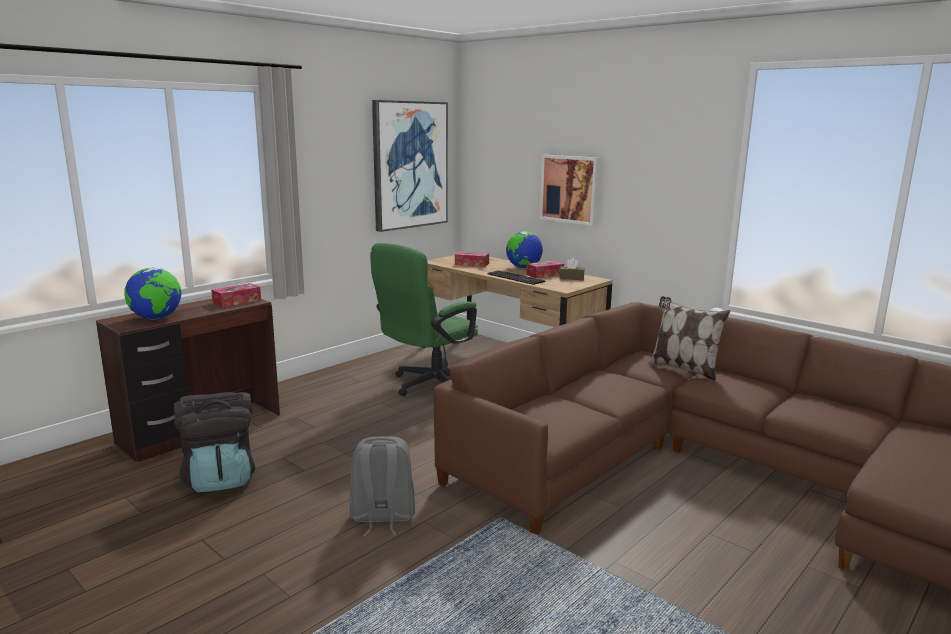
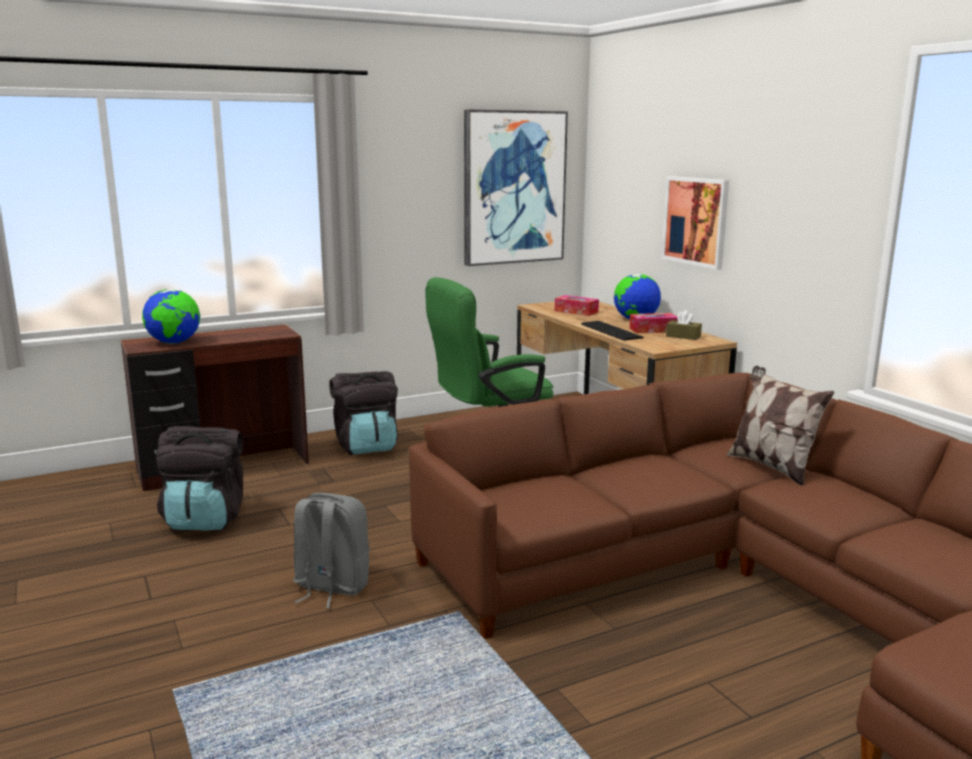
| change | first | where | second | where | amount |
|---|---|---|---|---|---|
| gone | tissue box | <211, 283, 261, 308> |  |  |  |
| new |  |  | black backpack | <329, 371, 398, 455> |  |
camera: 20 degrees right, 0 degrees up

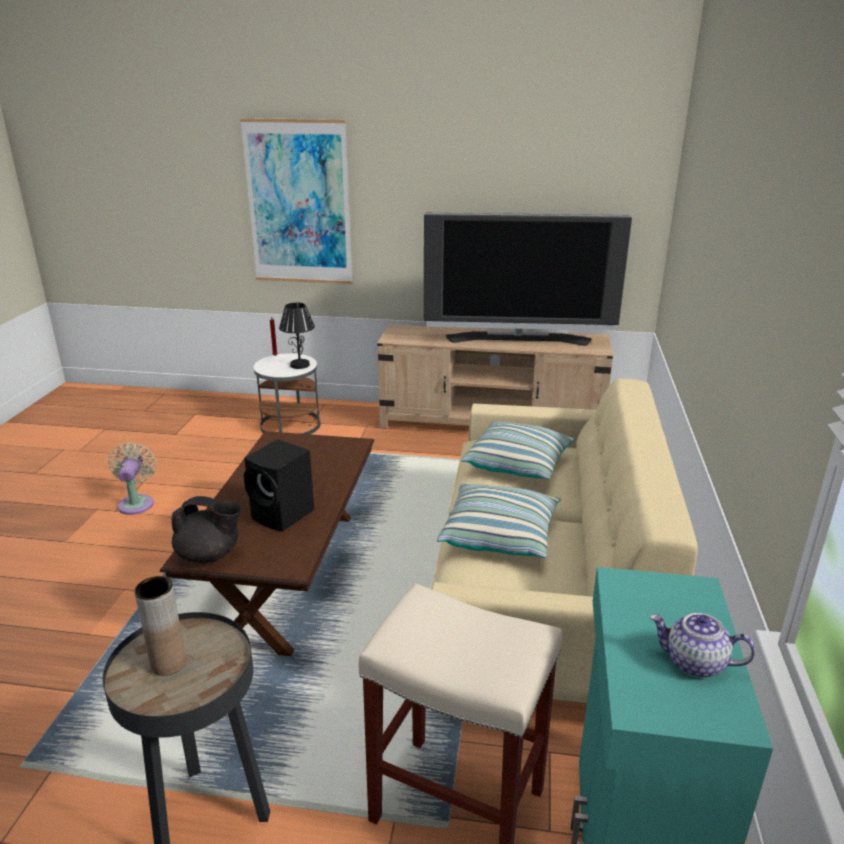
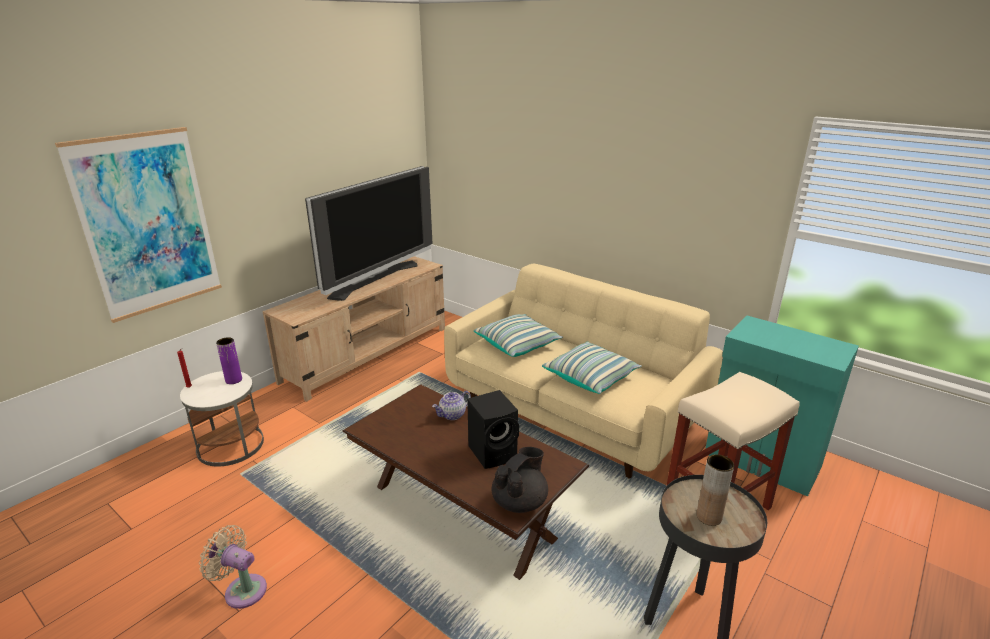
| change | first | where | second | where | amount |
|---|---|---|---|---|---|
| swapped | black table lamp | <279, 303, 315, 369> | purple vase | <216, 337, 242, 384> |  |
| shifted | teapot | <650, 613, 755, 678> |  | <432, 391, 471, 420> |  |
camera: 60 degrees left, 0 degrees up

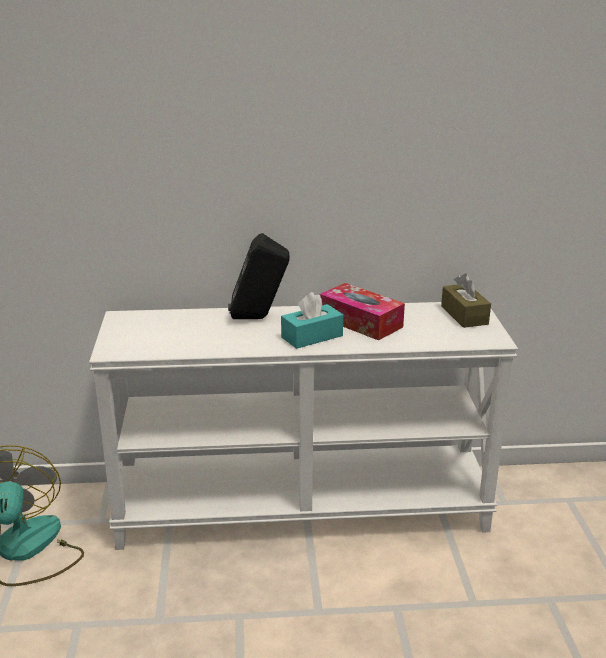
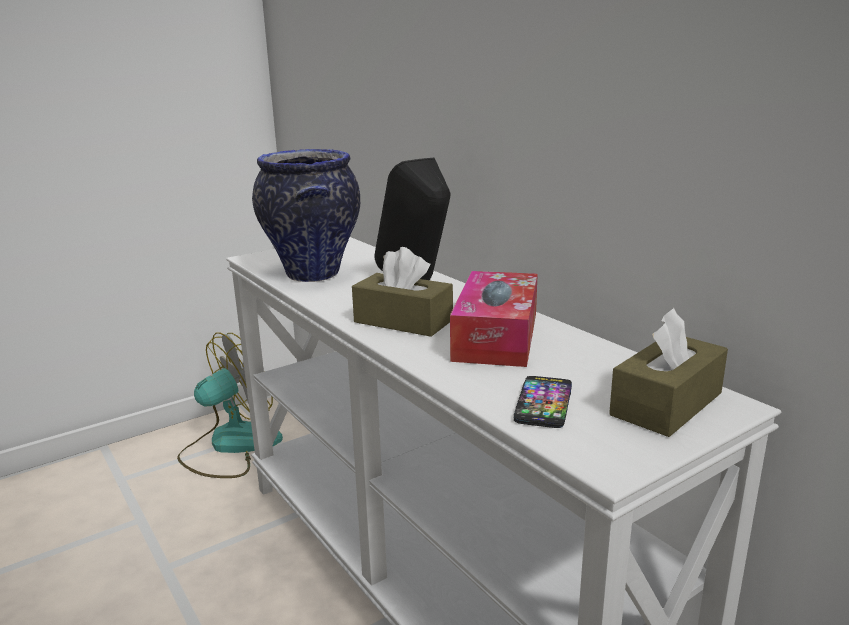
| change | first | where | second | where | amount |
|---|---|---|---|---|---|
| repainted | turquoise tissue box | <281, 292, 343, 349> | brown tissue box | <352, 247, 453, 337> |  |
| new |  |  | vase | <252, 149, 360, 282> |  |
| new |  |  | phone | <514, 376, 572, 428> |  |
camera: 60 degrees right, 5 degrees down

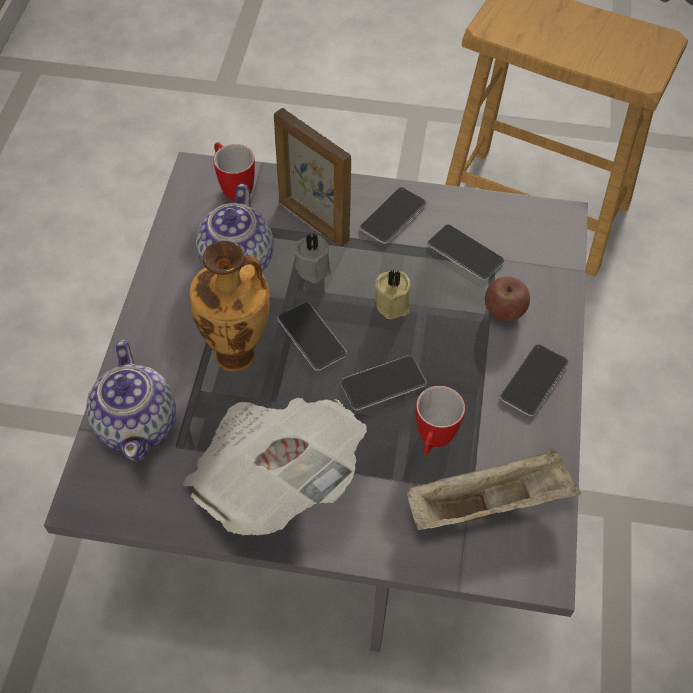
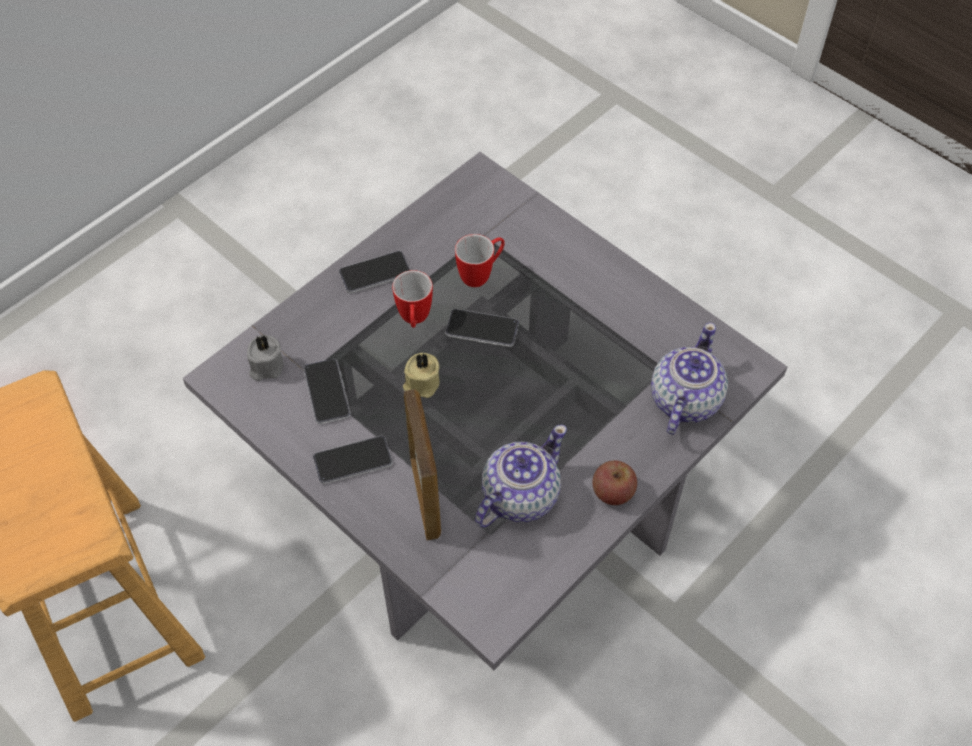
| change | first | where | second | where | amount |
|---|---|---|---|---|---|
| gone | newspaper | <182, 397, 367, 535> |  |  |  |
| gone | vase | <189, 241, 270, 372> |  |  |  |
| shifted | mug | <213, 142, 255, 201> |  | <392, 270, 433, 328> |  |
| gone | phone | <278, 302, 347, 371> |  |  |  |
| shifted | grey candle | <294, 233, 331, 283> |  | <247, 335, 284, 381> |  |
| gone | beige tray | <407, 448, 581, 530> |  |  |  |
| shifted | apple | <485, 277, 530, 321> |  | <592, 461, 637, 505> |  |
camera: 145 degrees left, 0 degrees up

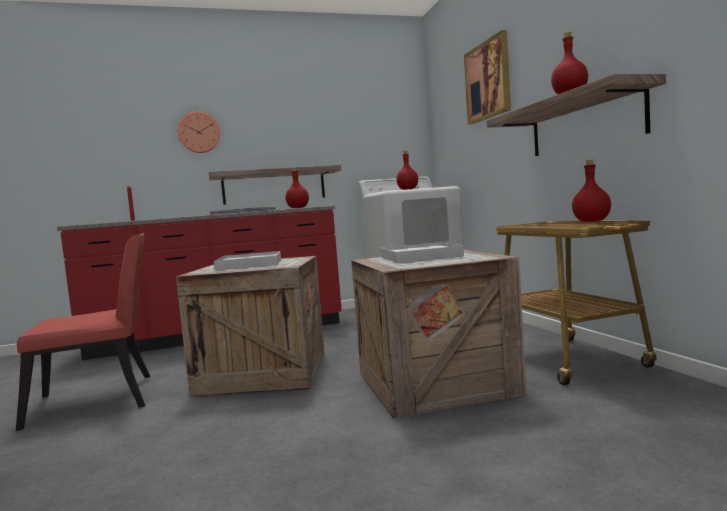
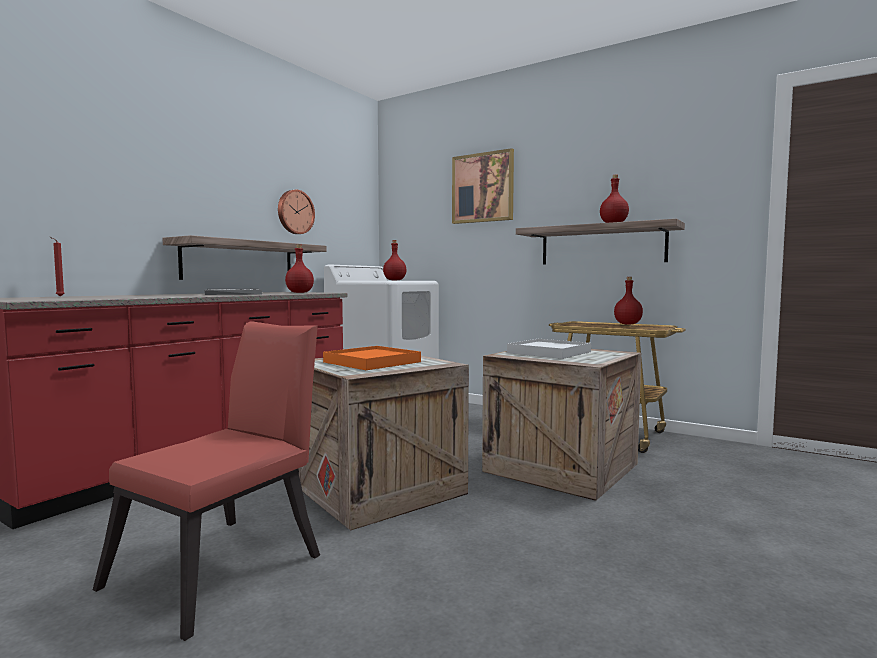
| change | first | where | second | where | amount |
|---|---|---|---|---|---|
| shifted | wall clock | <178, 112, 220, 153> |  | <278, 190, 315, 234> |  |
| repainted | white tray | <214, 251, 281, 270> | orange tray | <323, 346, 421, 370> |  |
camera: 40 degrees left, 0 degrees up

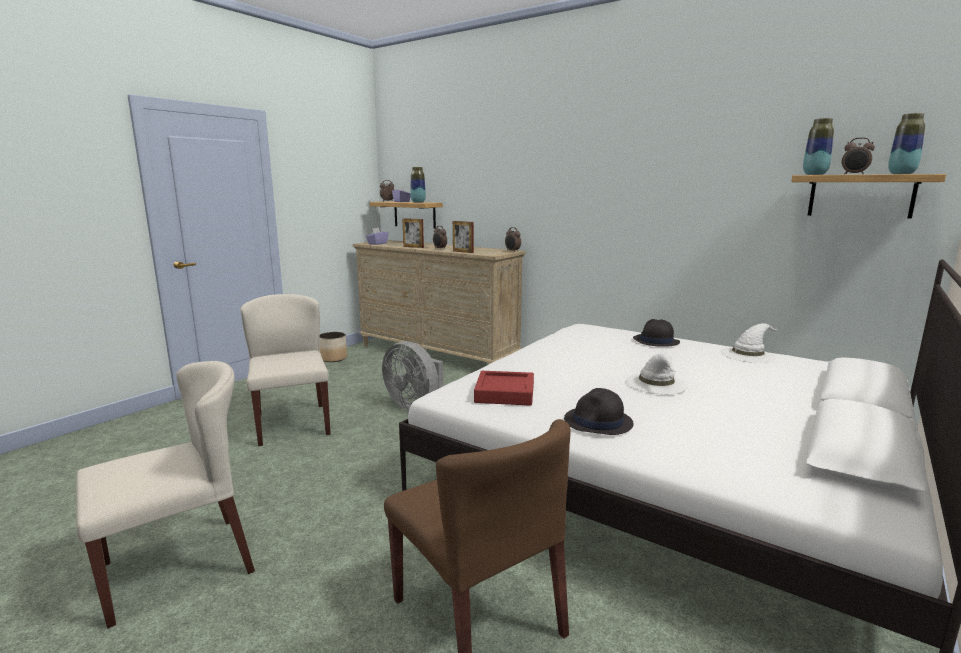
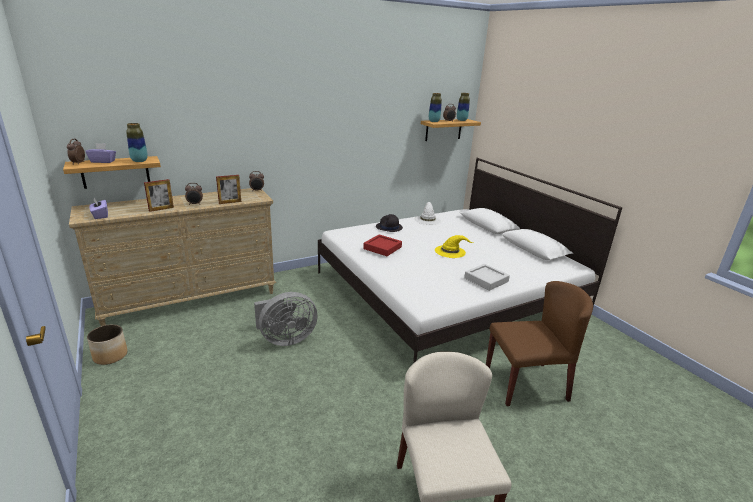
| change | first | where | second | where | amount |
|---|---|---|---|---|---|
| gone | beige chair | <240, 294, 331, 446> |  |  |  |
| shifted | red tray | <474, 371, 534, 406> |  | <363, 234, 402, 256> |  |
| swapped | black hat | <564, 388, 634, 435> | grey tray | <464, 264, 510, 291> |  |
| repainted | white hat | <626, 353, 688, 394> | yellow hat | <435, 235, 473, 258> |  |
camera: 65 degrees left, 10 degrees up

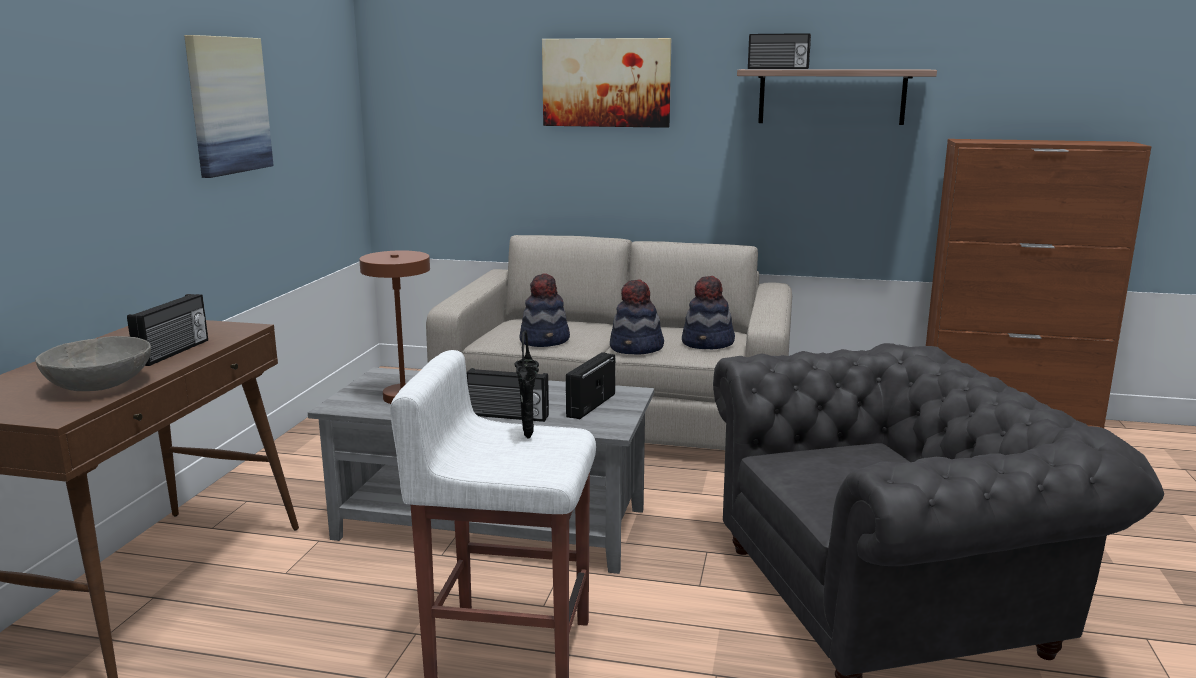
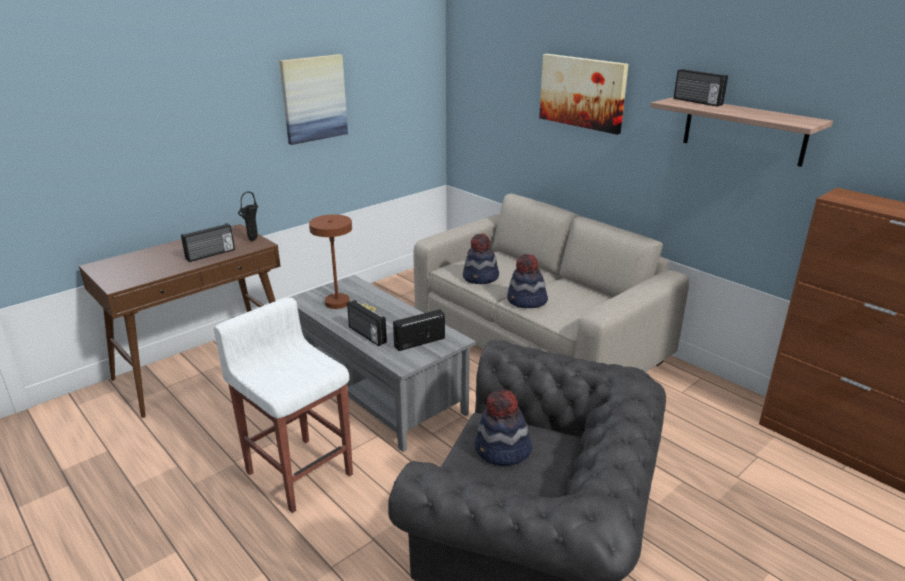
| change | first | where | second | where | amount |
|---|---|---|---|---|---|
| gone | grey bowl | <35, 336, 151, 391> |  |  |  |
| shifted | black vase | <514, 331, 539, 439> |  | <238, 191, 258, 241> |  |
| shifted | hat | <682, 276, 735, 349> |  | <475, 389, 532, 466> |  |
camera: 35 degrees right, 10 degrees up

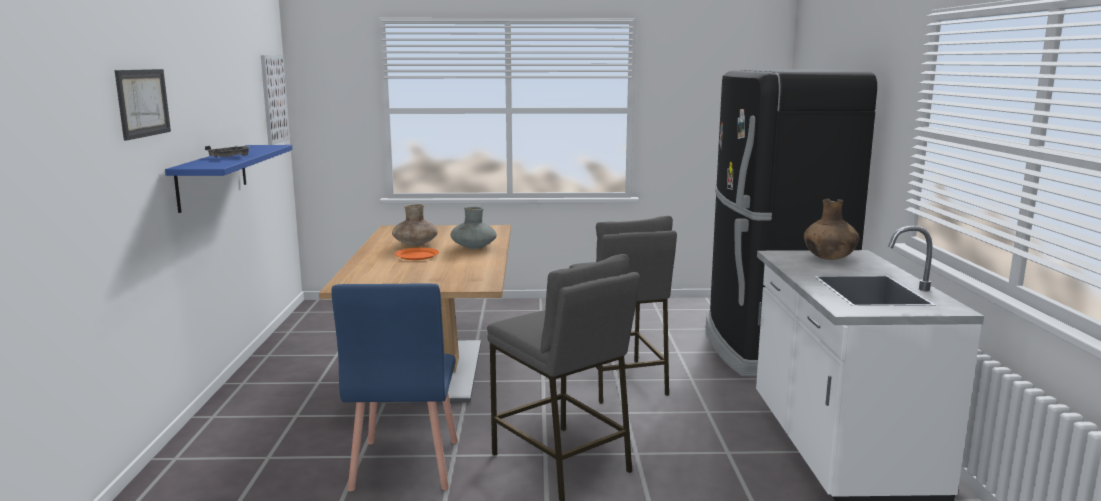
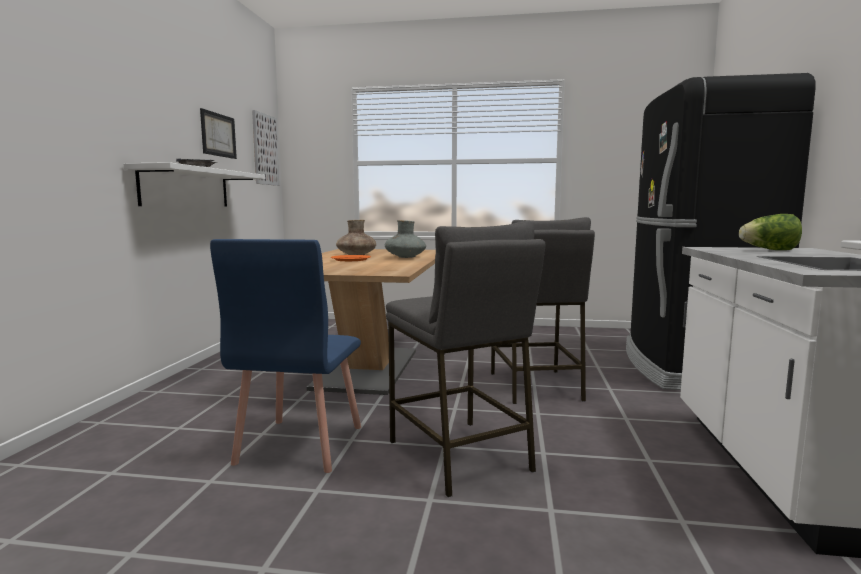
| change | first | where | second | where | amount |
|---|---|---|---|---|---|
| shifted | picture | <115, 69, 171, 140> |  | <200, 108, 237, 159> |  |
| repainted | blue shelf | <165, 145, 293, 213> | white shelf | <123, 162, 265, 206> |  |
| swapped | brown vase | <804, 199, 860, 260> | lettuce | <739, 214, 802, 250> |  |
camera: 10 degrees right, 5 degrees down

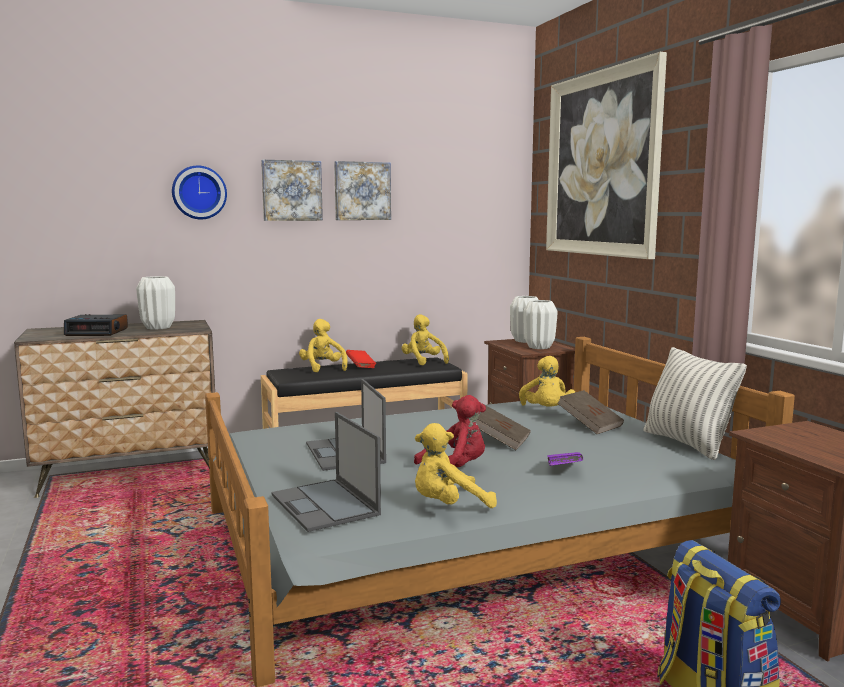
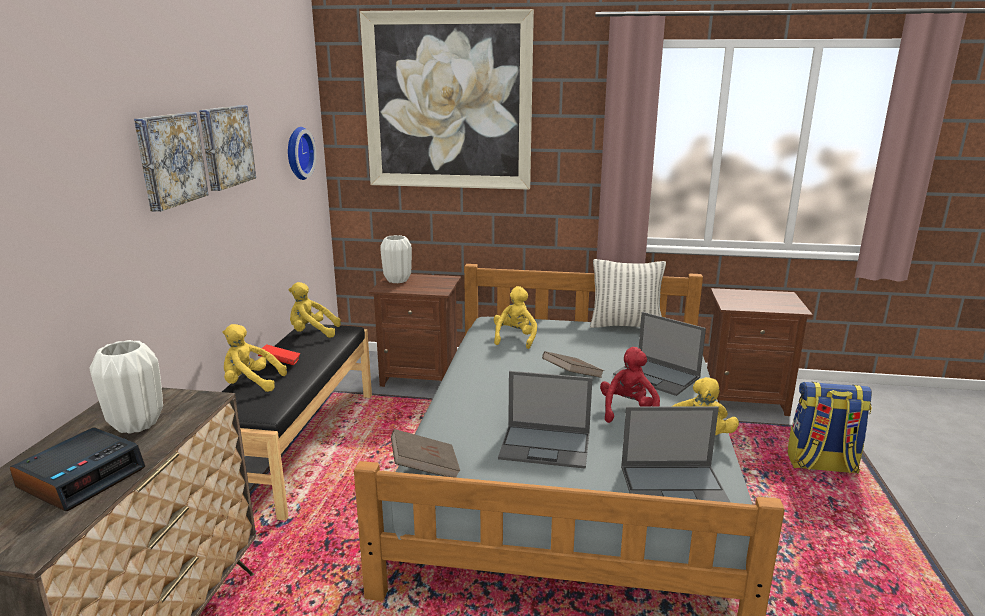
| change | first | where | second | where | amount |
|---|---|---|---|---|---|
| shifted | wall clock | <172, 166, 227, 220> |  | <288, 127, 316, 180> |  |
| rotated | yellow plush toy | <519, 356, 575, 407> |  | <494, 286, 537, 349> | 105 degrees counterclockwise |
| gone | white vase | <524, 300, 558, 349> |  |  |  |
| swapped | purple book | <548, 452, 583, 466> | laptop | <613, 312, 706, 396> |  |
| shifted | brown book | <557, 390, 624, 434> |  | <391, 429, 460, 478> |  |
camera: 60 degrees left, 10 degrees up

